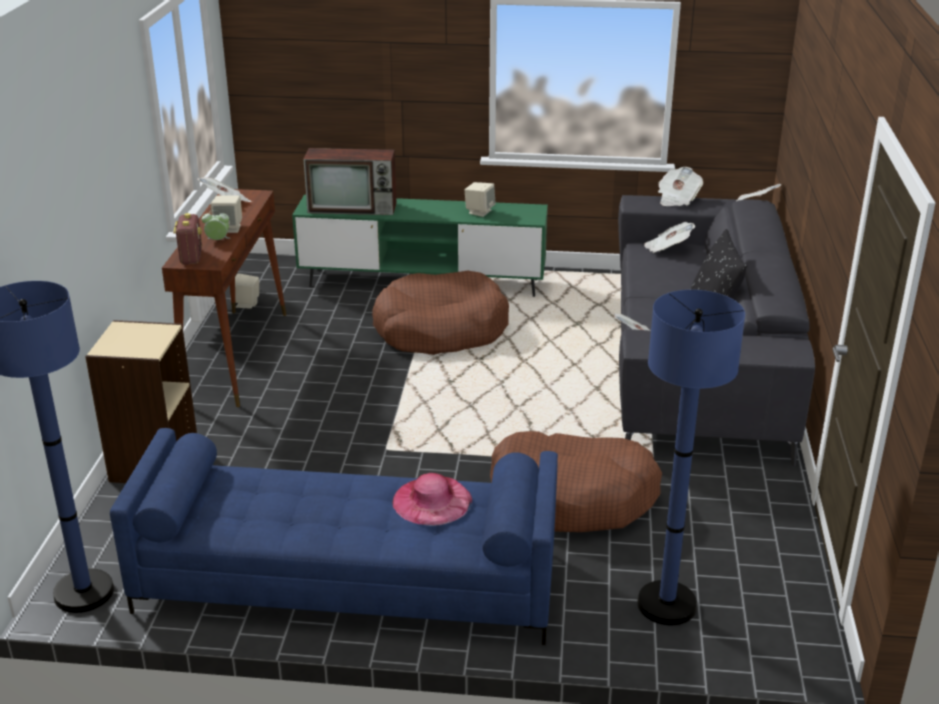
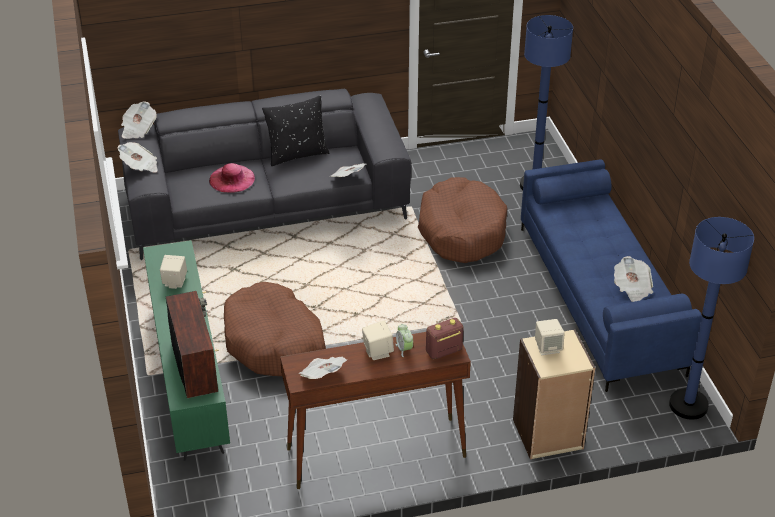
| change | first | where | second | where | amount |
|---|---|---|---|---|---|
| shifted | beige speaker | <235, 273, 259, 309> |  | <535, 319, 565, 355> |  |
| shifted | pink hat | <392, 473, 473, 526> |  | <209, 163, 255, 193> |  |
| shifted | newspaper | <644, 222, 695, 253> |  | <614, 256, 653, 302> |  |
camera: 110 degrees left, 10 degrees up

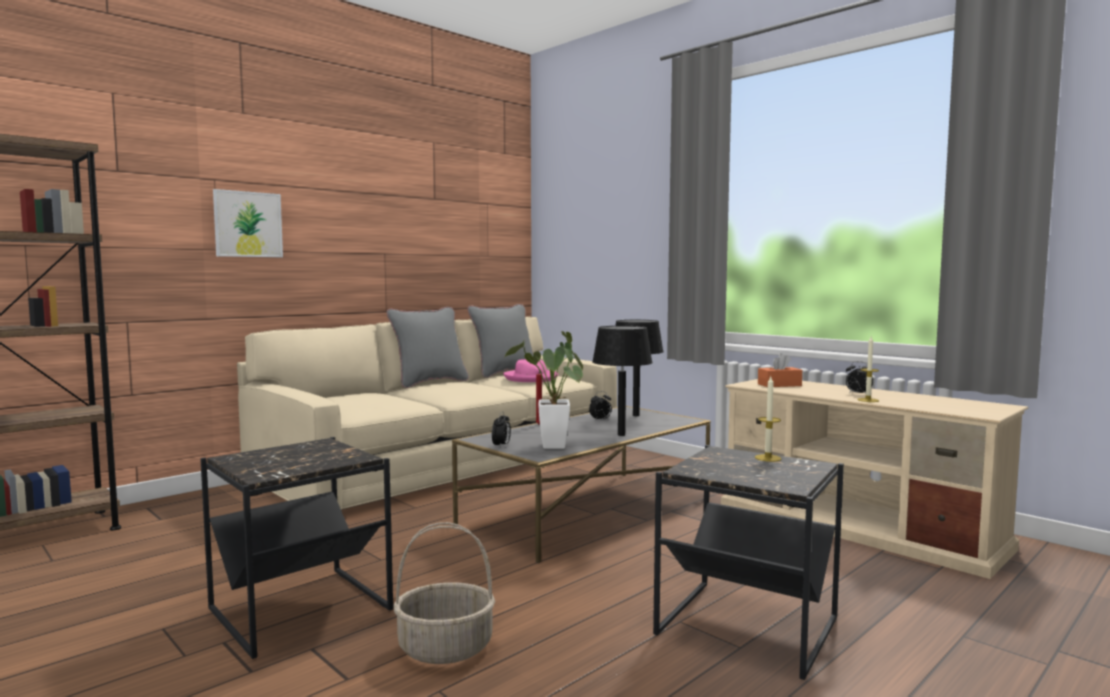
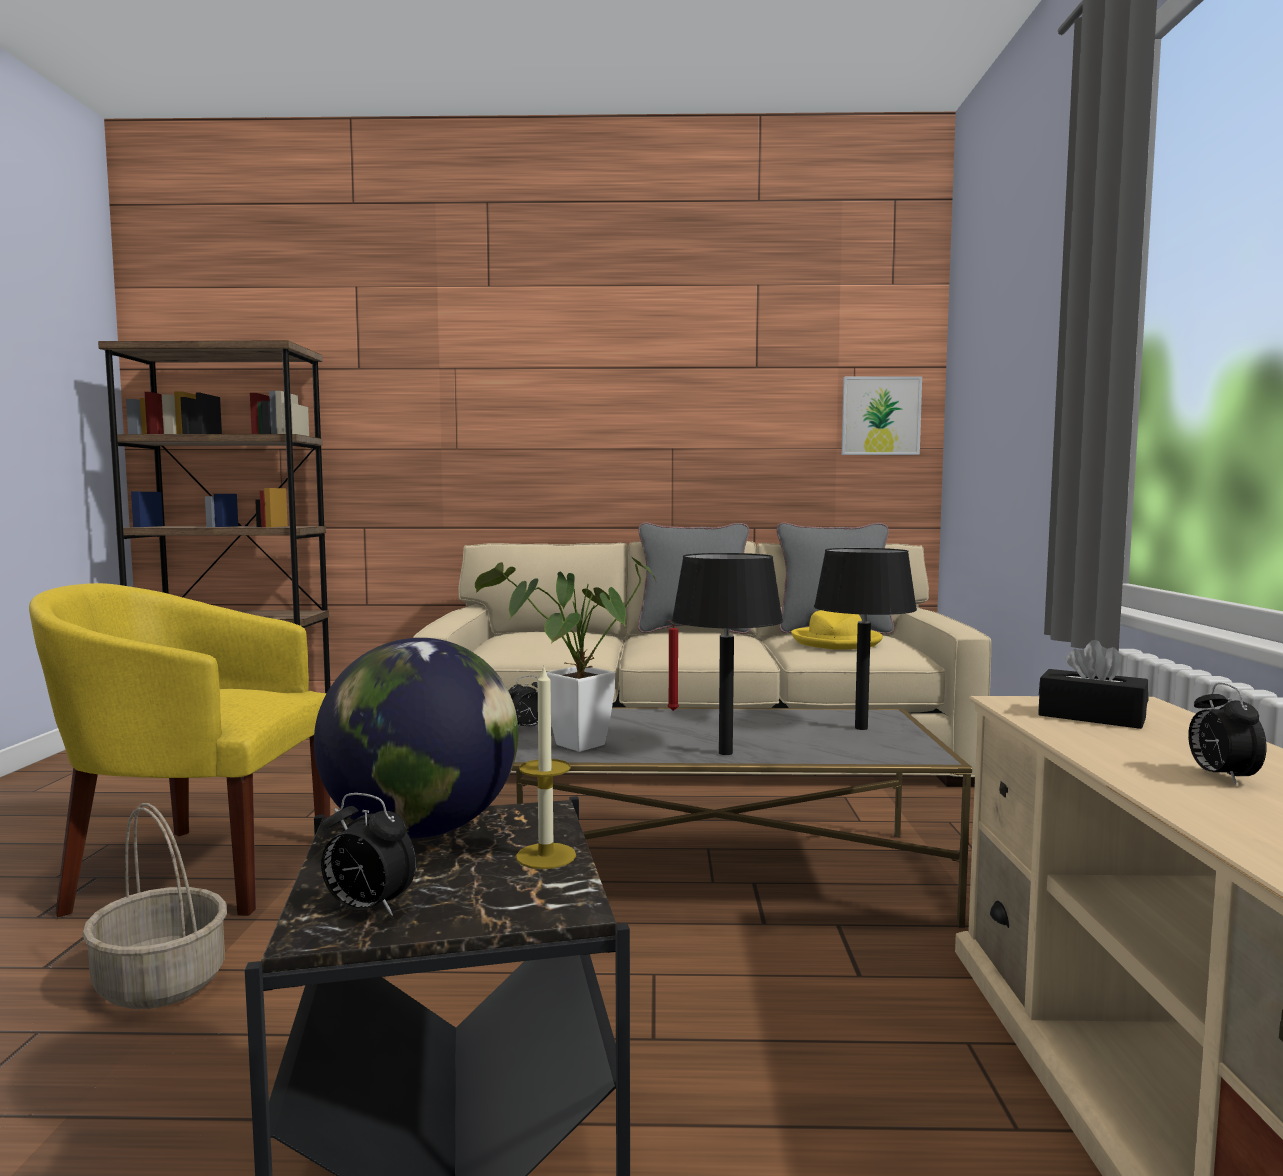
| change | first | where | second | where | amount |
|---|---|---|---|---|---|
| swapped | black side table | <200, 437, 393, 659> | yellow armchair | <29, 583, 330, 917> |  |
| shifted | picture | <213, 189, 283, 257> |  | <842, 376, 922, 455> |  |
| repainted | pink hat | <503, 359, 558, 382> | yellow hat | <791, 610, 883, 650> |  |
| shifted | alarm clock | <589, 391, 612, 421> |  | <321, 793, 416, 916> |  |
| repainted | orange tissue box | <758, 353, 802, 387> | black tissue box | <1038, 640, 1148, 729> |  |
| gone | candle | <857, 336, 879, 402> |  |  |  |
| new |  |  | globe | <314, 638, 518, 839> |  |
camera: 45 degrees right, 0 degrees up

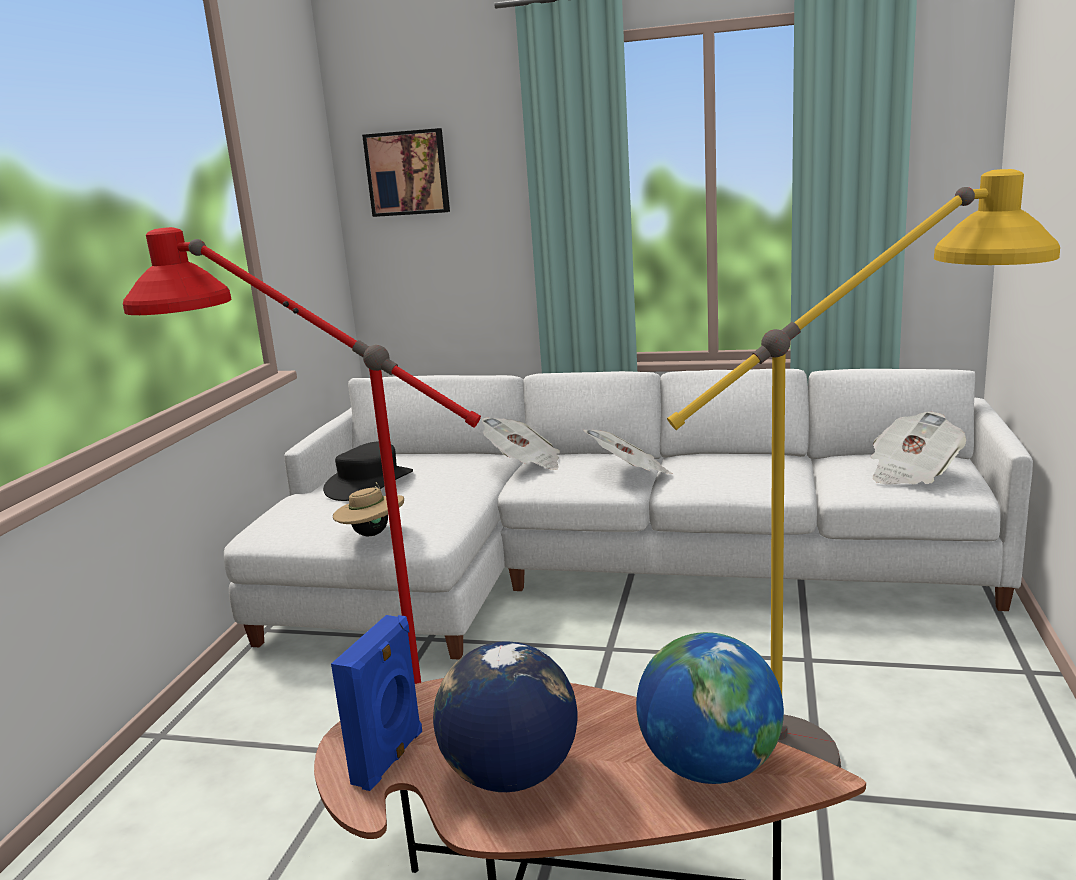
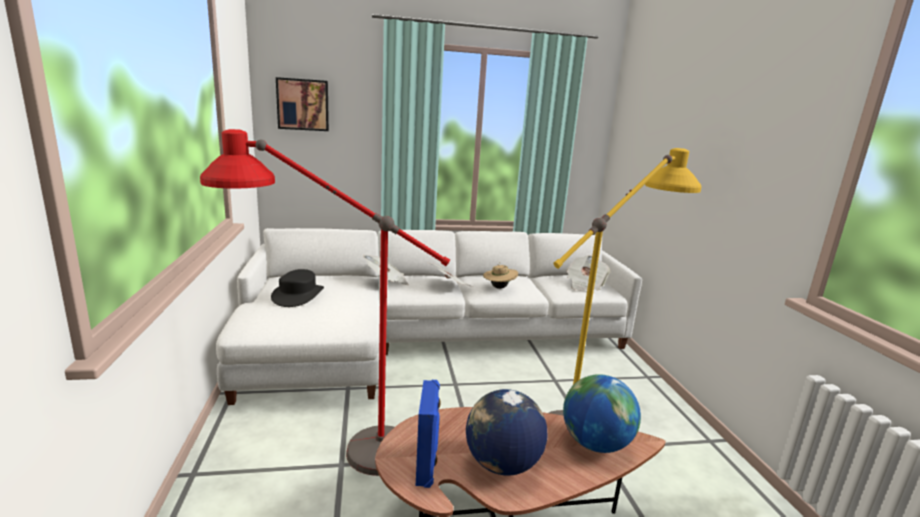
| change | first | where | second | where | amount |
|---|---|---|---|---|---|
| shifted | beige hat | <333, 482, 404, 536> |  | <483, 263, 518, 289> |  |
camera: 25 degrees left, 0 degrees up

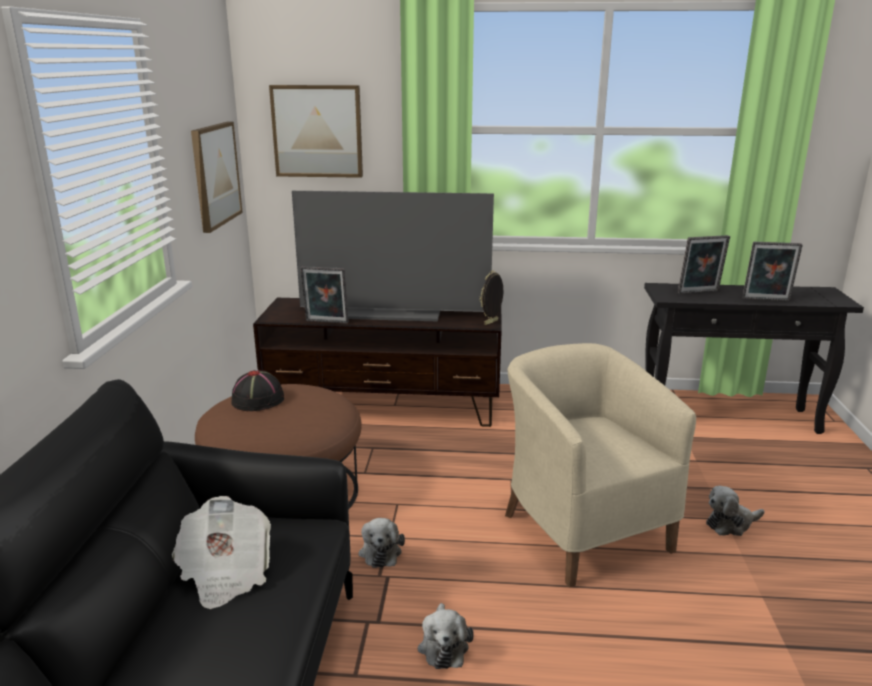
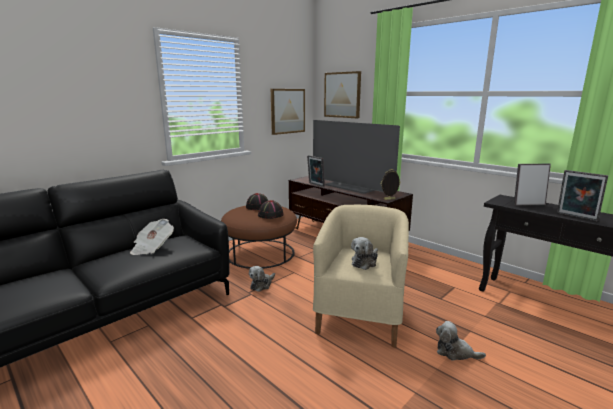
| change | first | where | second | where | amount |
|---|---|---|---|---|---|
| shifted | plush toy | <418, 603, 474, 669> |  | <351, 237, 378, 270> |  |
| rotated | picture frame | <678, 235, 730, 294> |  | <514, 164, 551, 206> | 150 degrees clockwise |
| new |  |  | black hat | <258, 200, 284, 219> |  |
camera: 40 degrees right, 5 degrees down

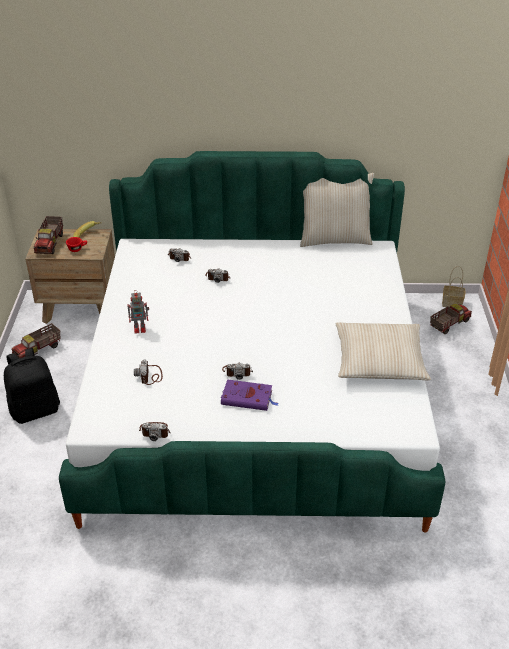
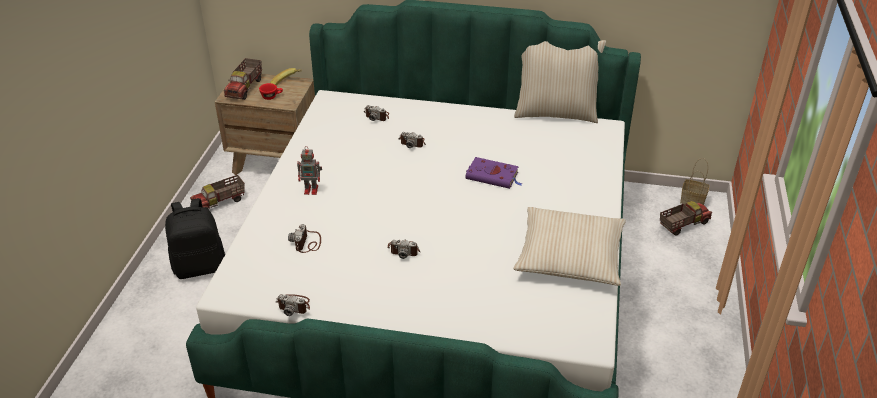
| change | first | where | second | where | amount |
|---|---|---|---|---|---|
| shifted | purple book | <221, 379, 279, 411> |  | <465, 157, 522, 189> |  |
camera: 10 degrees right, 0 degrees up

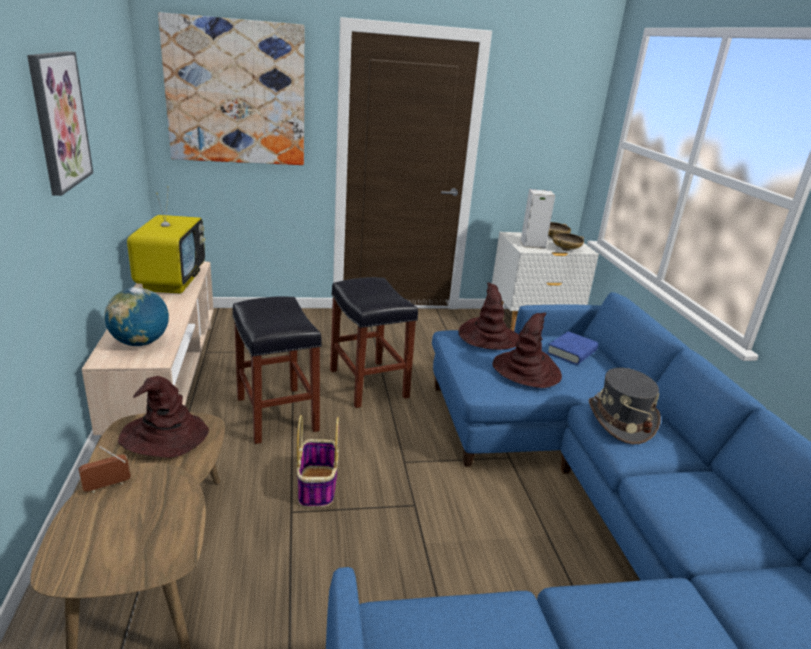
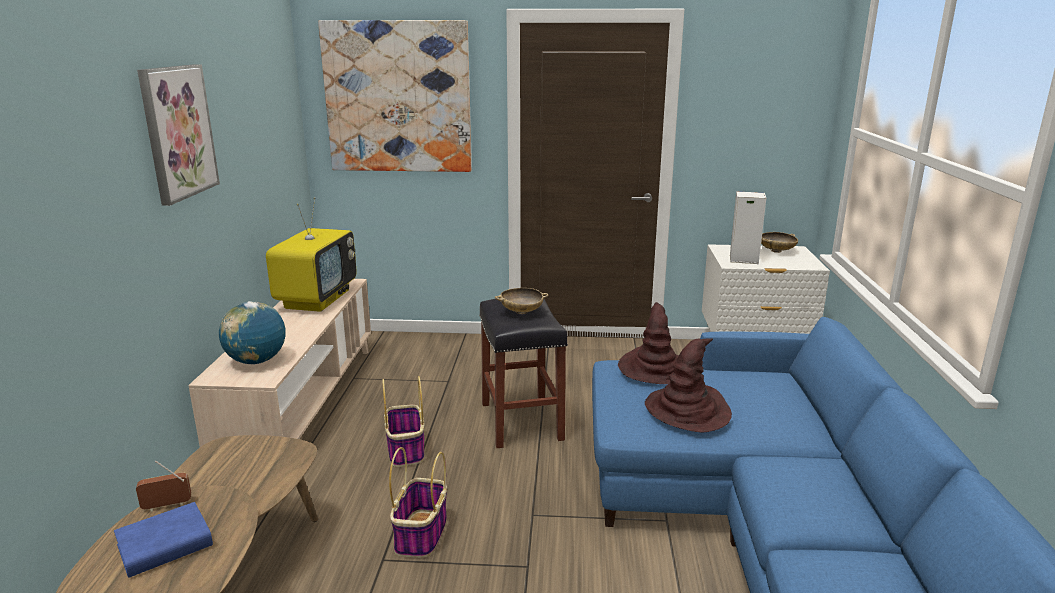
| change | first | where | second | where | amount |
|---|---|---|---|---|---|
| gone | brown hat | <118, 376, 209, 458> |  |  |  |
| swapped | black stool | <232, 296, 322, 444> | basket | <382, 376, 424, 467> |  |
| shifted | blue book | <547, 331, 598, 365> |  | <114, 502, 213, 578> |  |
| shifted | beige bowl | <552, 233, 584, 251> |  | <495, 288, 549, 314> |  |
| gone | grey hat | <589, 368, 661, 444> |  |  |  |
camera: 15 degrees right, 5 degrees down

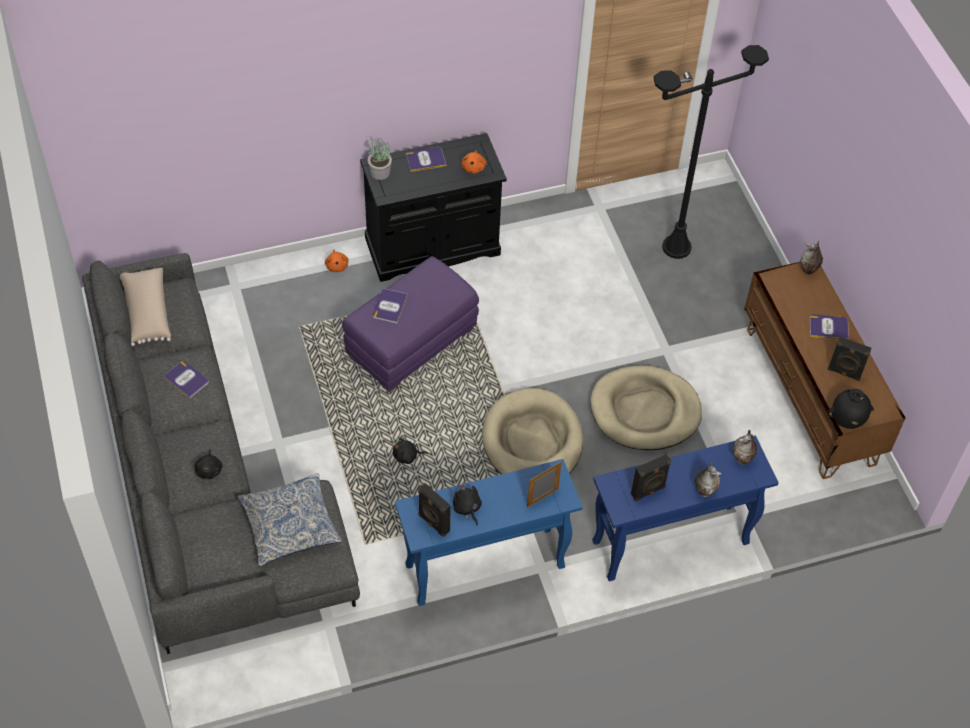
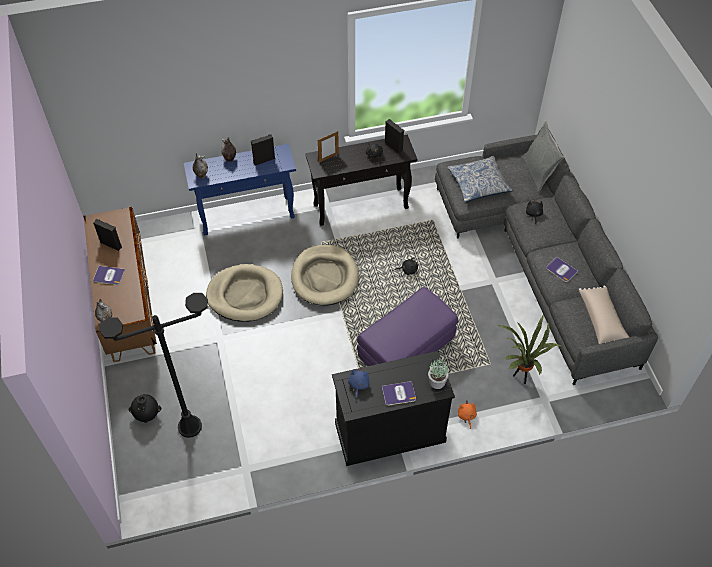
| change | first | where | second | where | amount |
|---|---|---|---|---|---|
| gone | book | <372, 289, 408, 323> |  |  |  |
| repainted | blue console table | <395, 459, 582, 606> | black console table | <305, 135, 417, 226> |  |
| repainted | orange plush toy | <462, 151, 486, 174> | blue plush toy | <348, 368, 369, 398> |  |
| shifted | black vase | <828, 389, 874, 429> |  | <129, 394, 161, 423> |  |
| new |  |  | potted plant | <497, 316, 562, 384> |  |
| new |  |  | grey pillow | <522, 122, 564, 193> |  |
camera: 175 degrees left, 0 degrees up

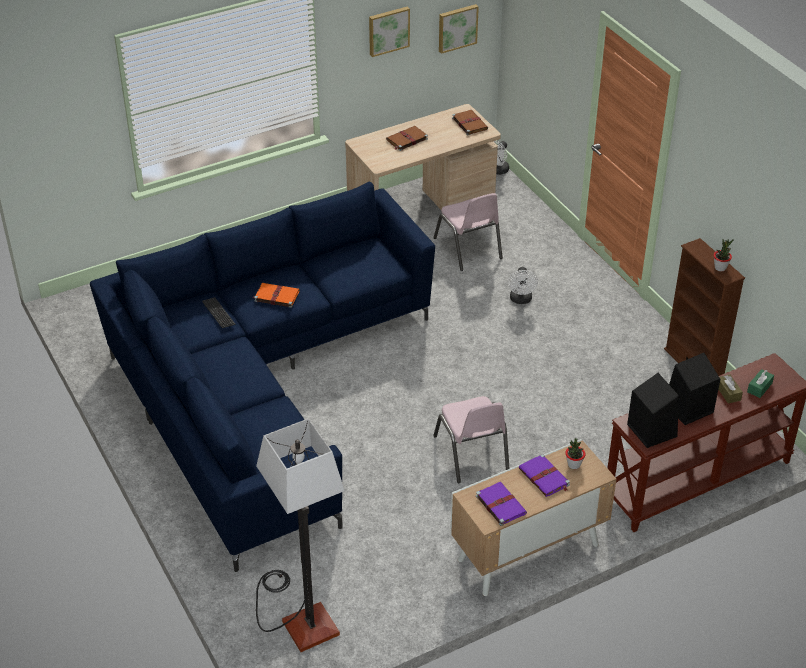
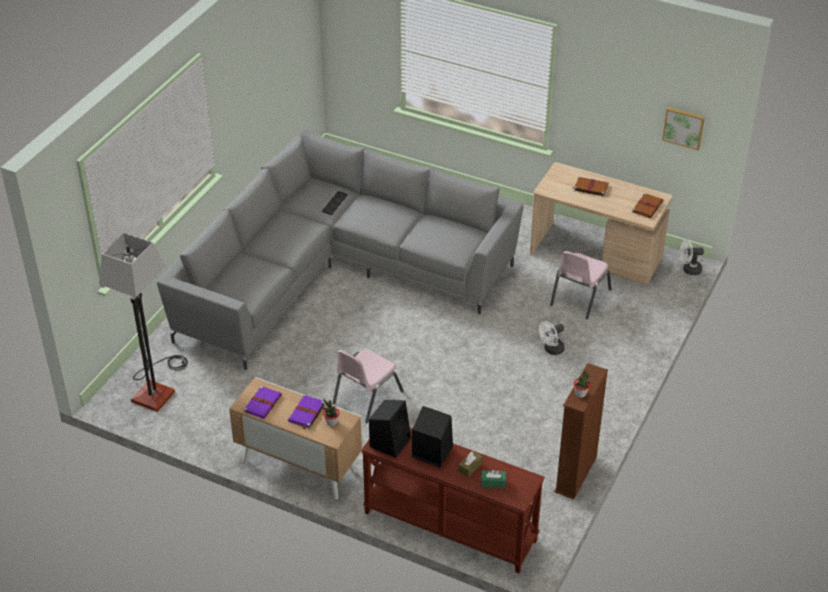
| change | first | where | second | where | amount |
|---|---|---|---|---|---|
| repainted | blue sofa | <90, 182, 435, 572> | grey sofa | <157, 129, 524, 370> |  |
| gone | orange book | <253, 283, 300, 308> |  |  |  |
| gone | picture | <369, 6, 410, 57> |  |  |  |
camera: 55 degrees right, 0 degrees up

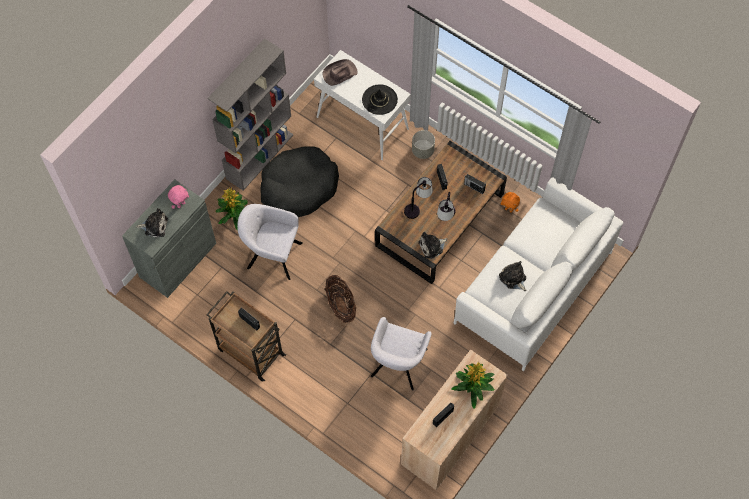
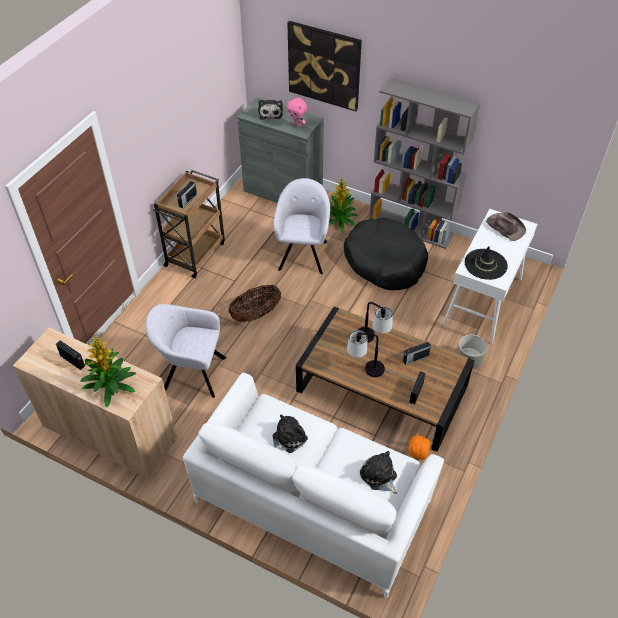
| change | first | where | second | where | amount |
|---|---|---|---|---|---|
| shifted | plush toy | <418, 232, 447, 259> |  | <360, 451, 397, 494> |  |
| new |  |  | picture | <287, 21, 362, 111> |  |
camera: 80 degrees right, 15 degrees down

